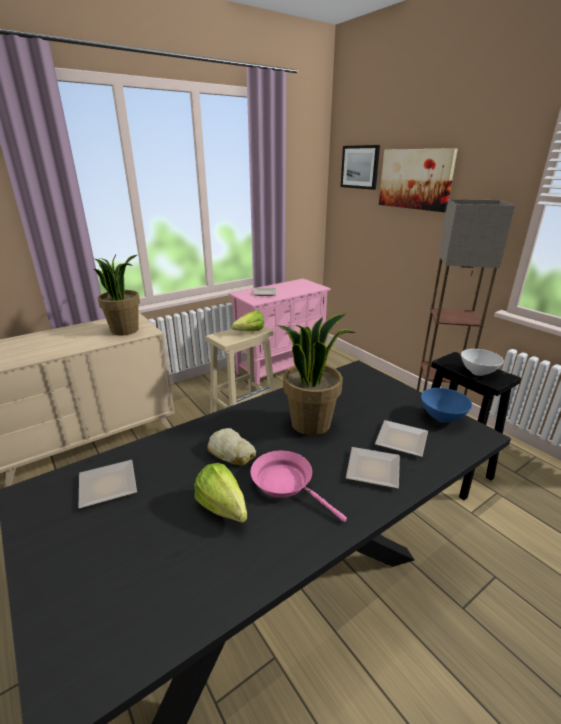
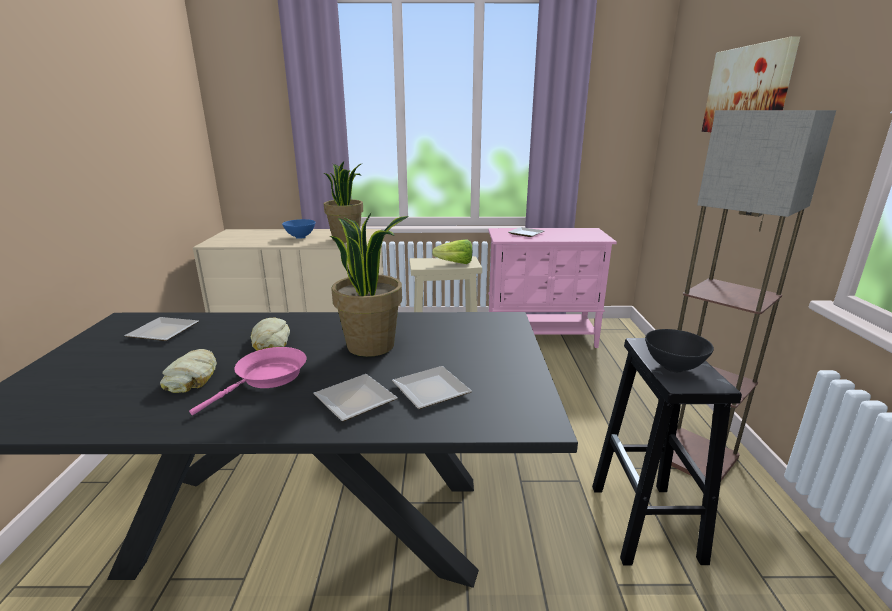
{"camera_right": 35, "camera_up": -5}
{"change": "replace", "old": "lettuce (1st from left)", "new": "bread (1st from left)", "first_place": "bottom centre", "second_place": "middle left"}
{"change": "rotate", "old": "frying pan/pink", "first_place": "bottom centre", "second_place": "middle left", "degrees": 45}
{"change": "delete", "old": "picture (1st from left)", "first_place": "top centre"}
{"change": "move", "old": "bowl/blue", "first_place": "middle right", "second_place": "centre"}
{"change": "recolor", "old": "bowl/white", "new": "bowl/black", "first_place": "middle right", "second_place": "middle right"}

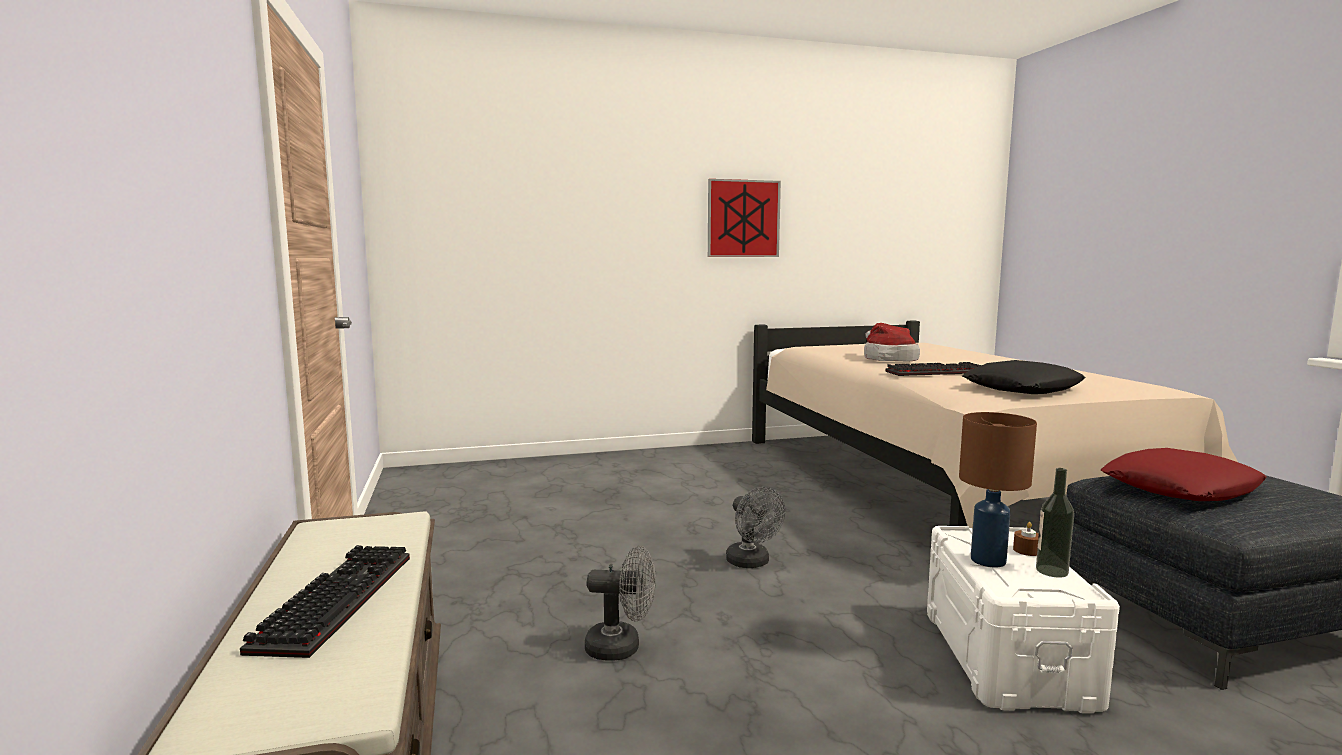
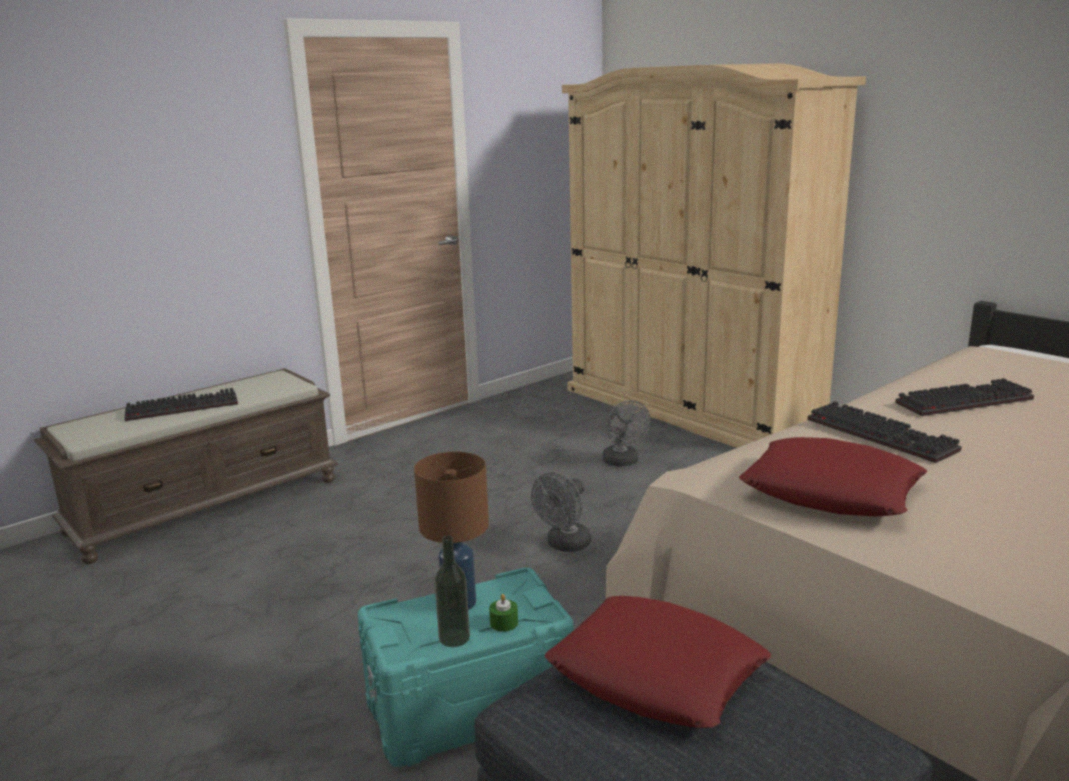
{"camera_right": 65, "camera_up": 10}
{"change": "move", "old": "fan/grey (1st from left in the first image)", "new": "fan/grey (2nd from left)", "first_place": "bottom centre", "second_place": "centre"}
{"change": "delete", "old": "picture", "first_place": "top centre"}
{"change": "replace", "old": "hat", "new": "keyboard (3rd from left)", "first_place": "centre", "second_place": "middle right"}
{"change": "recolor", "old": "storage box/white", "new": "storage box/turquoise", "first_place": "bottom right", "second_place": "bottom centre"}
{"change": "recolor", "old": "pillow/black", "new": "pillow/red (2nd from left)", "first_place": "middle right", "second_place": "middle right"}
{"change": "recolor", "old": "candle/brown", "new": "candle/green", "first_place": "bottom right", "second_place": "bottom centre"}
{"change": "insert", "new": "wardrobe/beige", "second_place": "top right"}

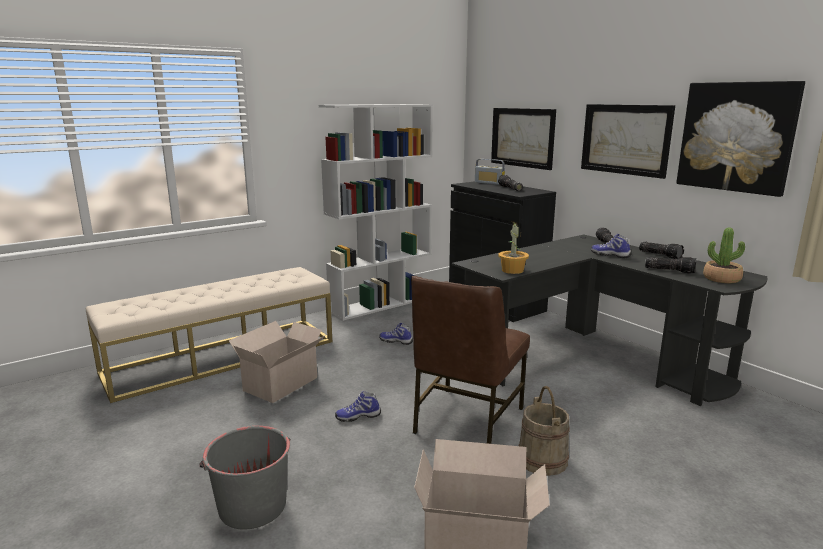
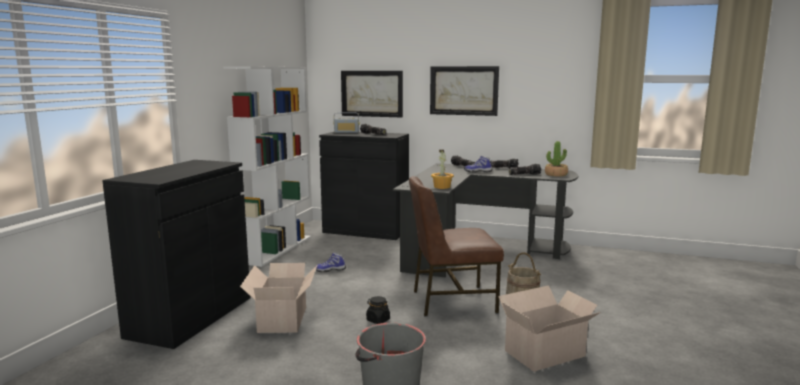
{"camera_right": -35, "camera_up": -5}
{"change": "replace", "old": "bench/beige", "new": "cabinet/black (1st from left)", "first_place": "middle left", "second_place": "middle left"}
{"change": "replace", "old": "shoe (1st from left)", "new": "jar/black", "first_place": "bottom centre", "second_place": "bottom centre"}
{"change": "rotate", "old": "chair/brown", "first_place": "centre", "second_place": "centre", "degrees": 90}
{"change": "delete", "old": "picture (3rd from left)", "first_place": "top right"}

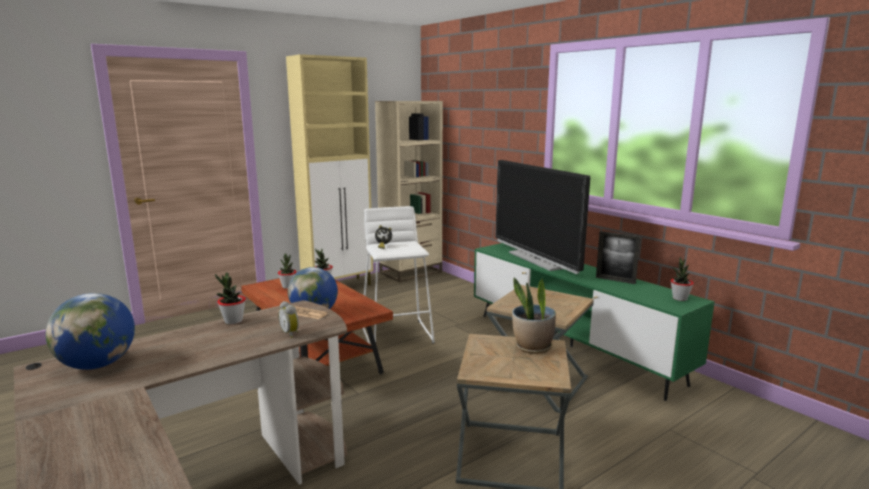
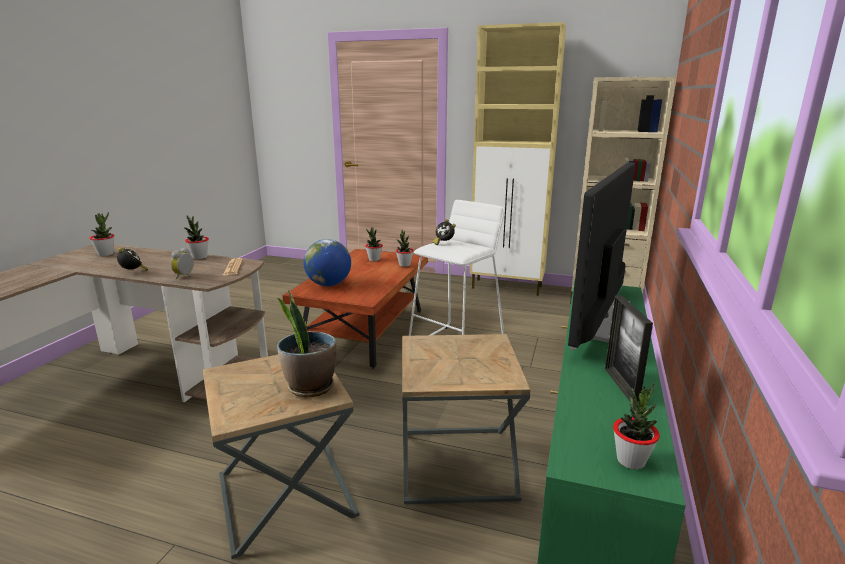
{"camera_right": 55, "camera_up": 5}
{"change": "replace", "old": "globe (1st from left)", "new": "potted plant (1st from left)", "first_place": "bottom left", "second_place": "middle left"}
{"change": "insert", "new": "alarm clock (1st from left)", "second_place": "middle left"}

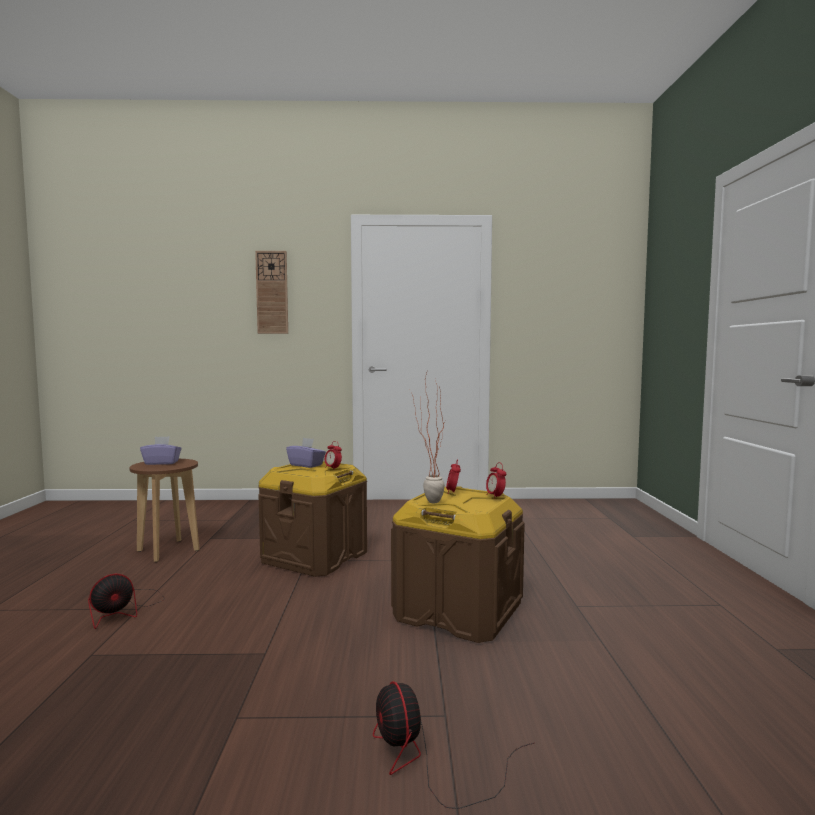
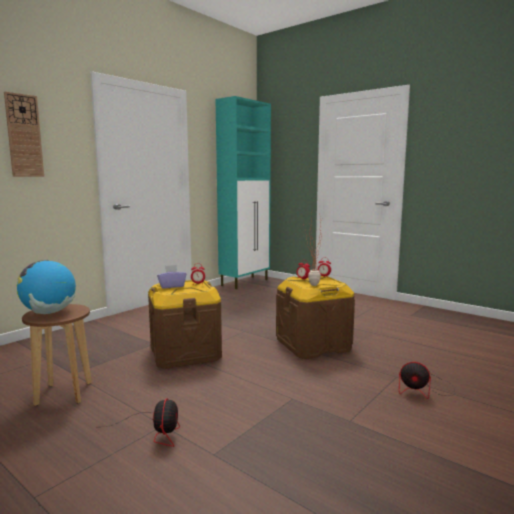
{"camera_right": -50, "camera_up": 5}
{"change": "replace", "old": "tissue box/purple (1st from left)", "new": "globe", "first_place": "middle left", "second_place": "middle left"}
{"change": "insert", "new": "cabinet/turquoise", "second_place": "centre"}

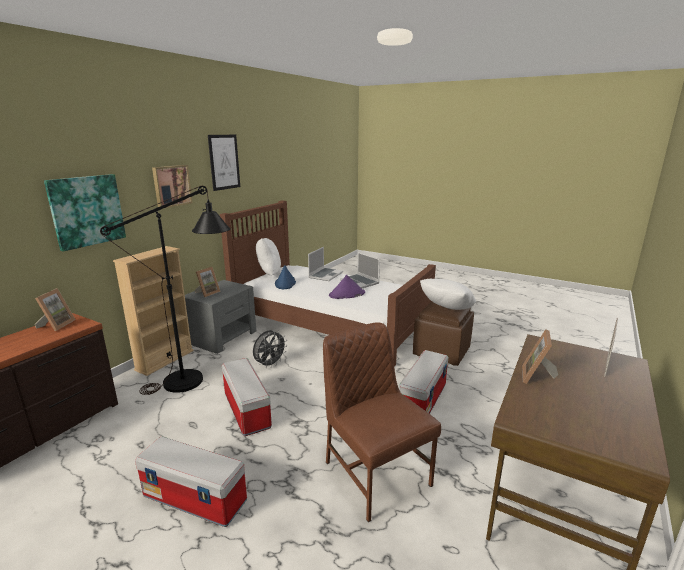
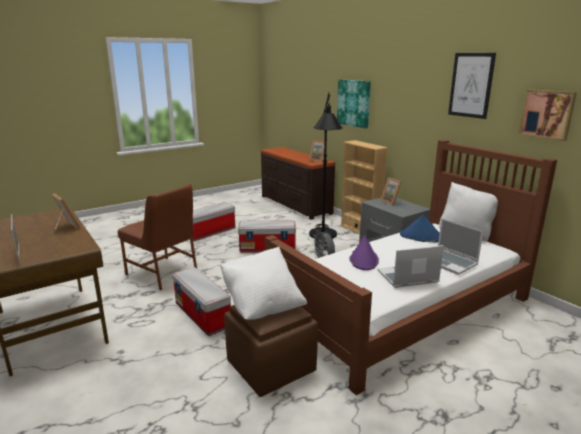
{"camera_right": 115, "camera_up": 0}
{"change": "move", "old": "picture (2nd from left in the first image)", "new": "picture (3rd from left)", "first_place": "top left", "second_place": "top right"}
{"change": "rotate", "old": "chair/brown", "first_place": "bottom centre", "second_place": "middle left", "degrees": 45}

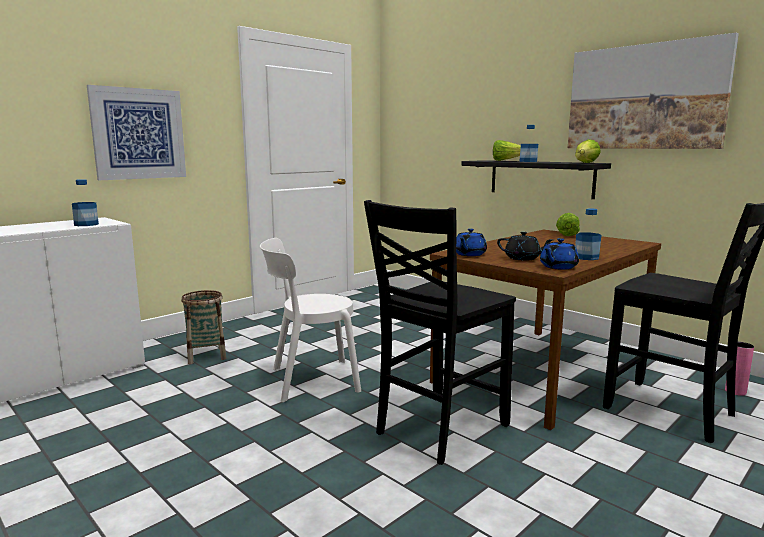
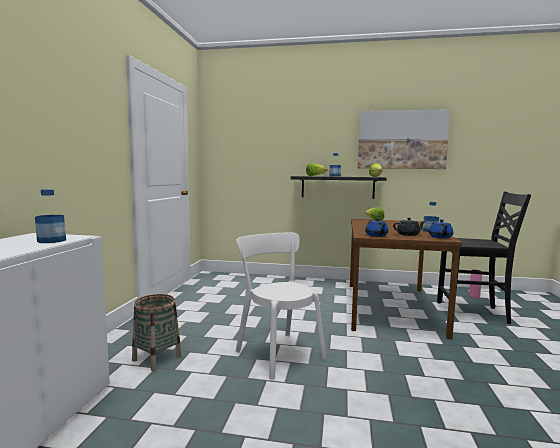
{"camera_right": -35, "camera_up": -5}
{"change": "delete", "old": "picture (1st from left)", "first_place": "top left"}
{"change": "rotate", "old": "chair/white", "first_place": "centre", "second_place": "bottom centre", "degrees": 105}
{"change": "delete", "old": "chair/black (1st from left)", "first_place": "centre"}

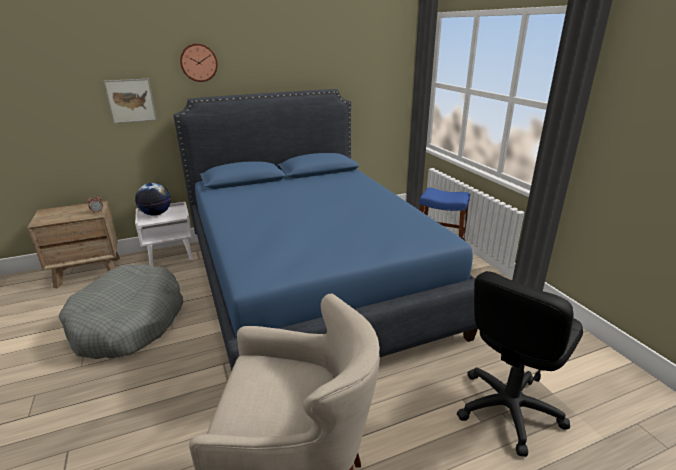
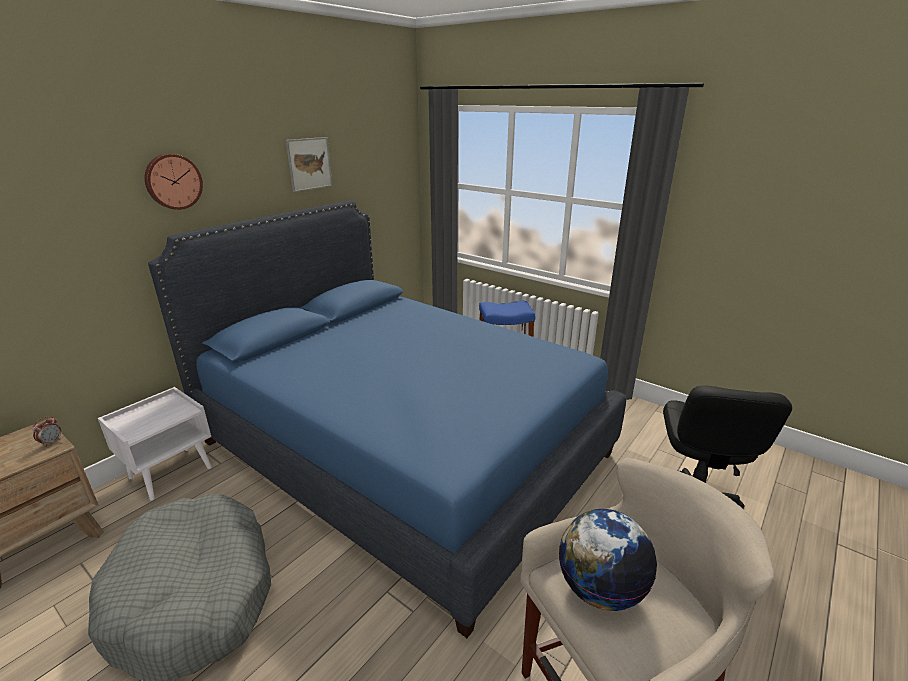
{"camera_right": -30, "camera_up": 0}
{"change": "move", "old": "picture", "first_place": "top left", "second_place": "top centre"}
{"change": "move", "old": "globe", "first_place": "middle left", "second_place": "bottom right"}

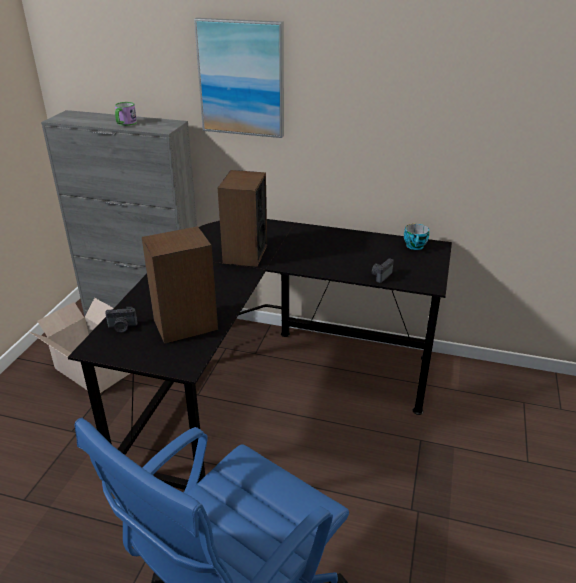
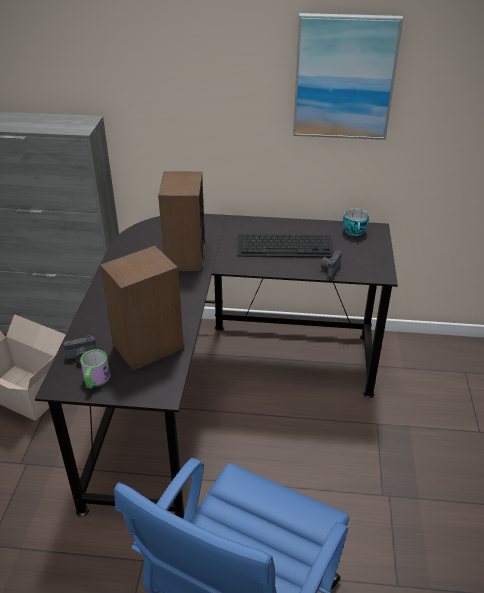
{"camera_right": -10, "camera_up": 5}
{"change": "move", "old": "mug", "first_place": "top left", "second_place": "middle left"}
{"change": "move", "old": "picture", "first_place": "top centre", "second_place": "top right"}
{"change": "insert", "new": "keyboard", "second_place": "centre"}

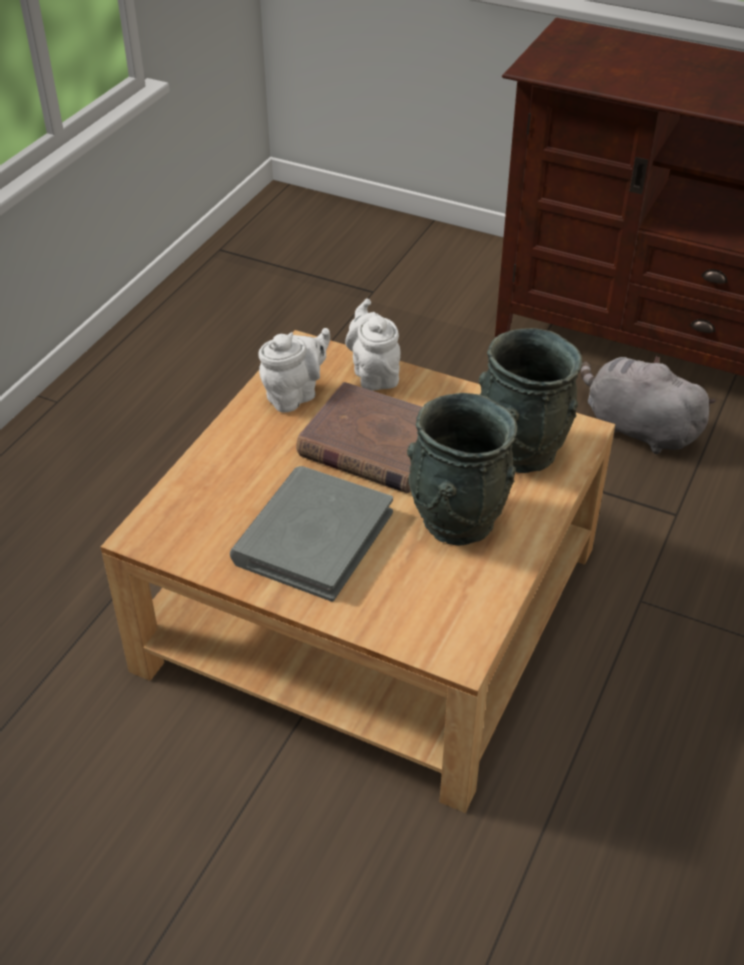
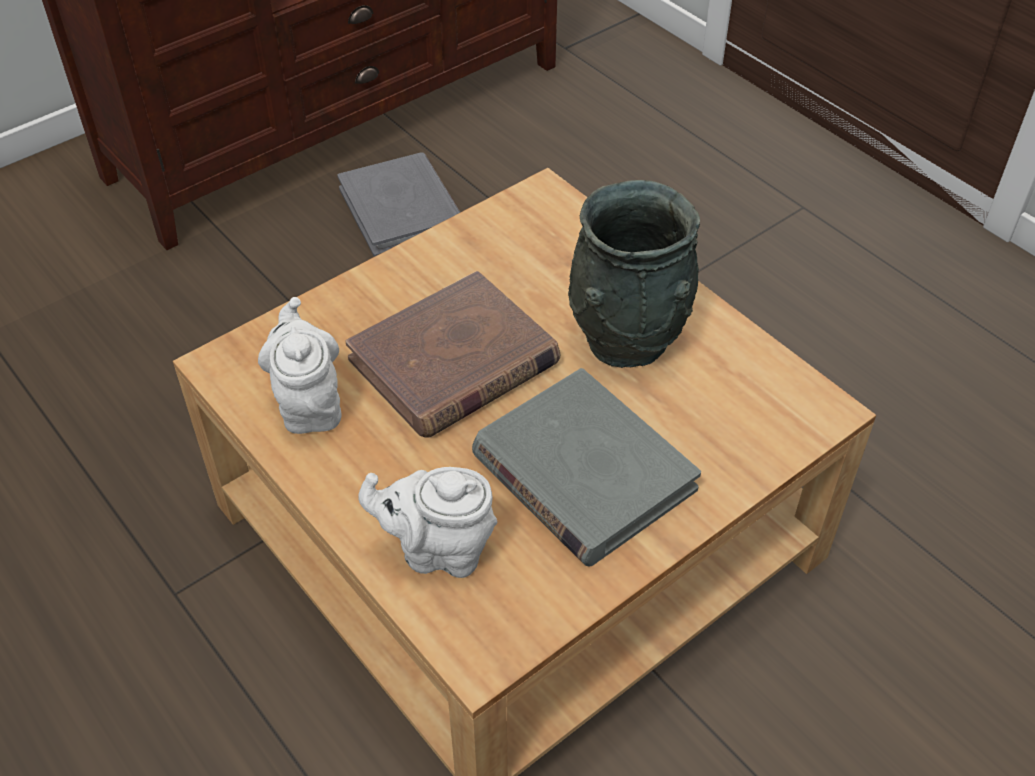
{"camera_right": -65, "camera_up": 5}
{"change": "move", "old": "teapot/white (2nd from left)", "first_place": "centre", "second_place": "bottom centre"}
{"change": "delete", "old": "vase/grey (2nd from left)", "first_place": "middle right"}
{"change": "replace", "old": "plush toy/grey", "new": "book/grey (1st from left)", "first_place": "middle right", "second_place": "top centre"}

